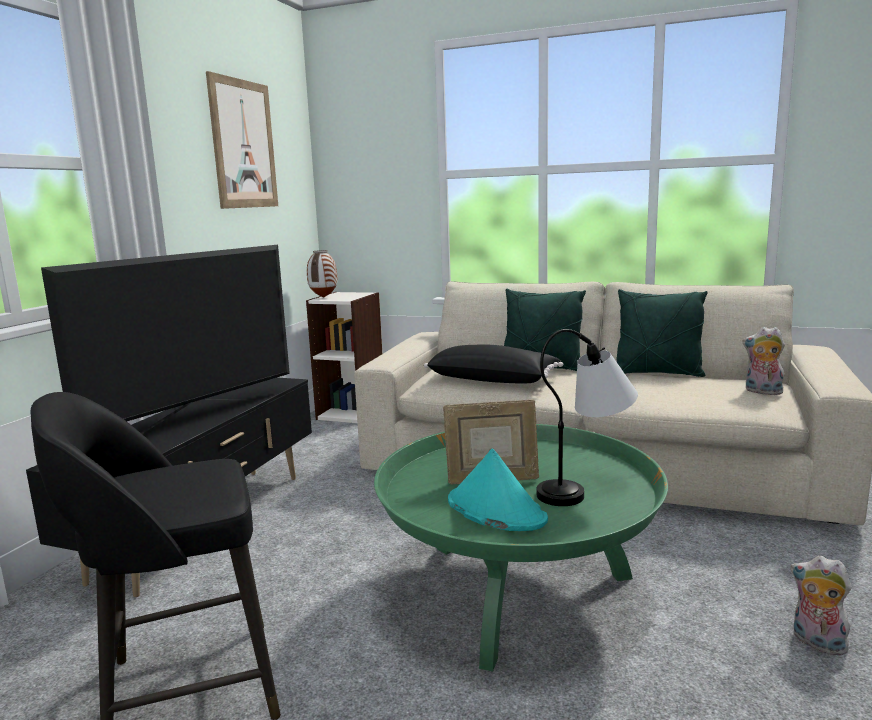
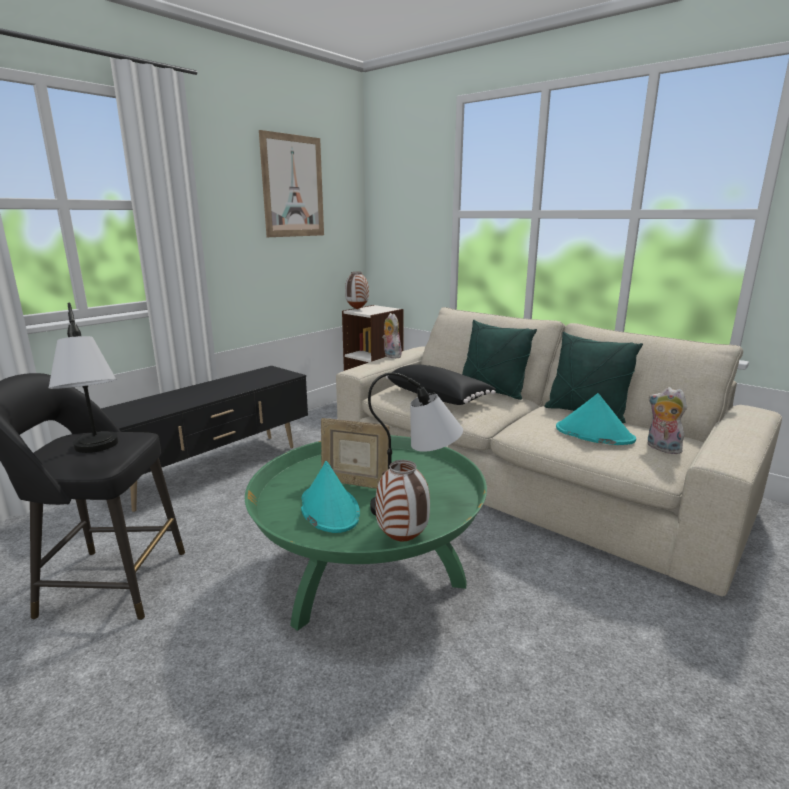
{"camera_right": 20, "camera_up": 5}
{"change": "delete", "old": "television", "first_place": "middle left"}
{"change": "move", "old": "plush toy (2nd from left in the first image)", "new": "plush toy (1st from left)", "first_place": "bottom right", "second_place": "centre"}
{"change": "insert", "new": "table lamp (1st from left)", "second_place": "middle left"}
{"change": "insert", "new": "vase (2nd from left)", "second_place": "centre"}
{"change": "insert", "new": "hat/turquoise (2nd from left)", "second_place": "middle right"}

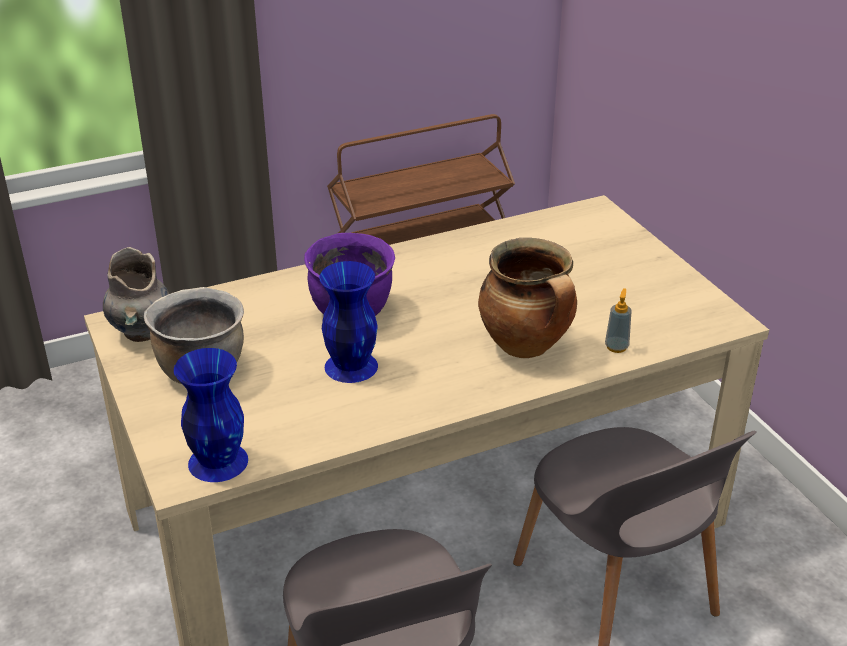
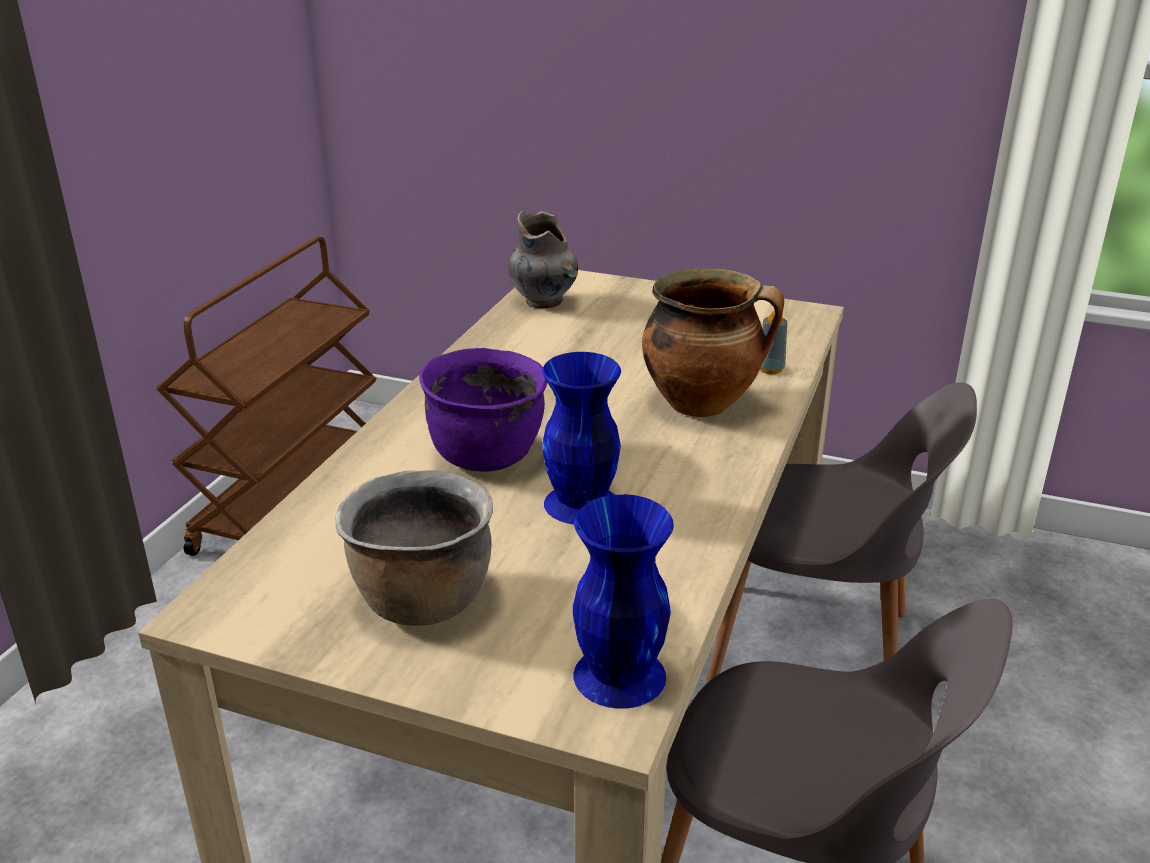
{"camera_right": -45, "camera_up": -5}
{"change": "move", "old": "vase/grey", "first_place": "middle left", "second_place": "top centre"}

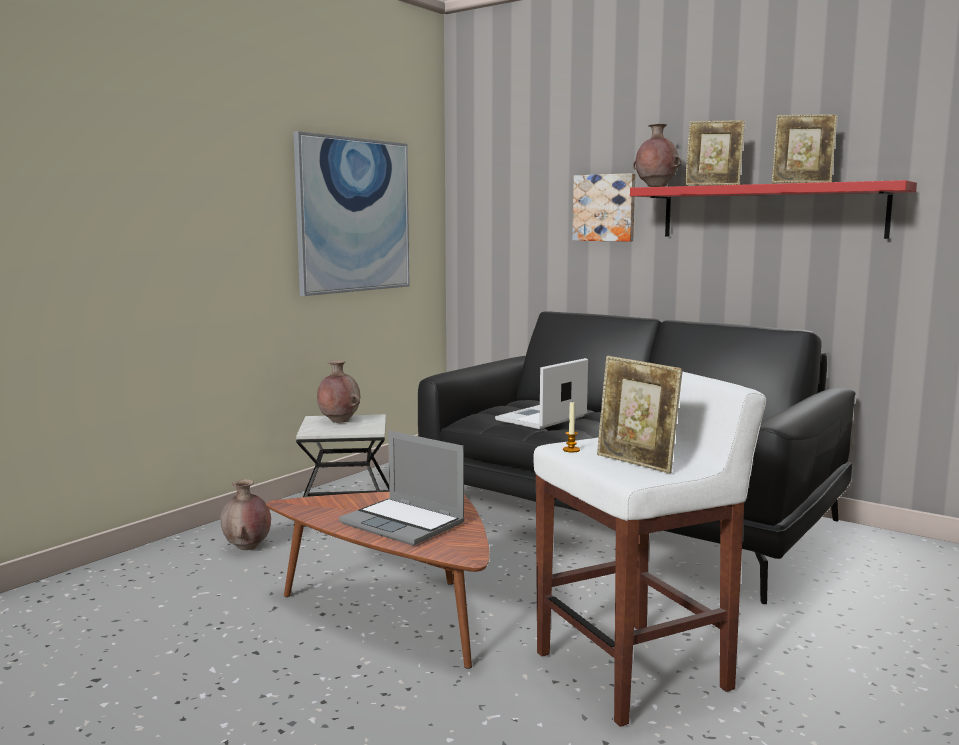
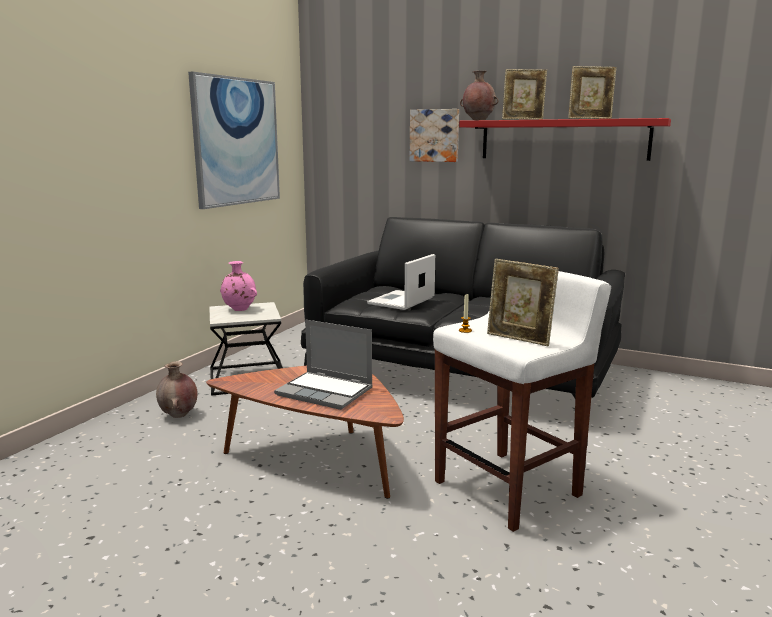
{"camera_right": -10, "camera_up": 5}
{"change": "recolor", "old": "vase/brown (2nd from left)", "new": "vase/pink", "first_place": "centre", "second_place": "middle left"}

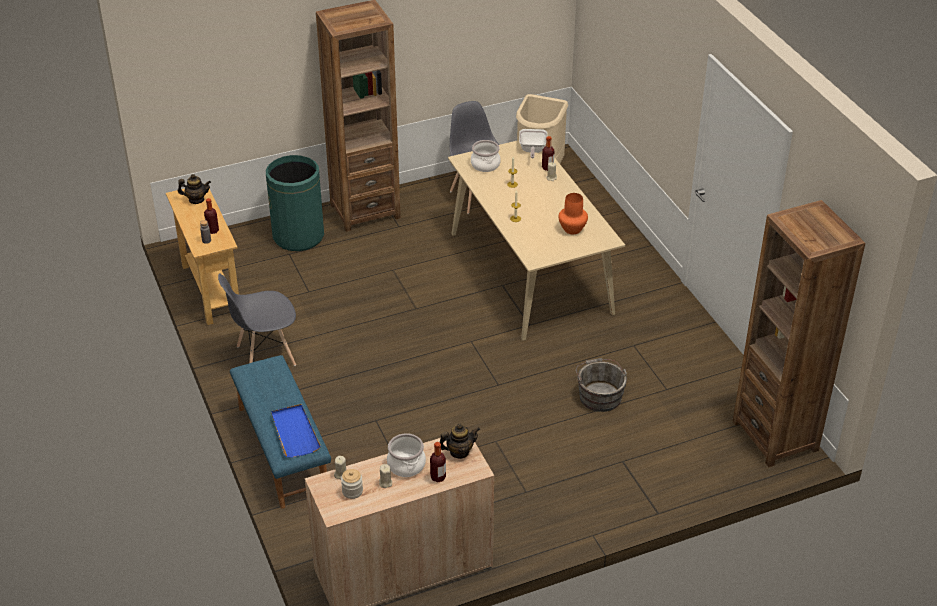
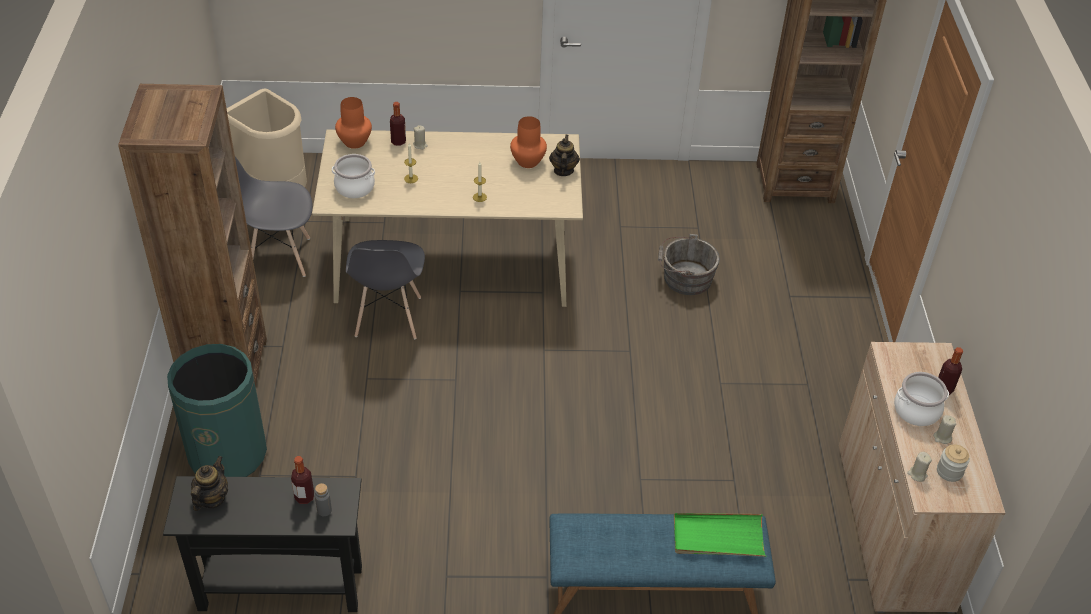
{"camera_right": -70, "camera_up": 5}
{"change": "recolor", "old": "console table/beige", "new": "console table/black", "first_place": "middle left", "second_place": "bottom left"}
{"change": "move", "old": "chair/grey (1st from left in the first image)", "new": "chair/grey (2nd from left)", "first_place": "middle left", "second_place": "centre"}
{"change": "recolor", "old": "tray/blue", "new": "tray/green", "first_place": "bottom left", "second_place": "bottom centre"}
{"change": "move", "old": "teapot (2nd from left)", "first_place": "bottom centre", "second_place": "top centre"}
{"change": "replace", "old": "frying pan", "new": "vase/orange (1st from left)", "first_place": "top centre", "second_place": "top left"}

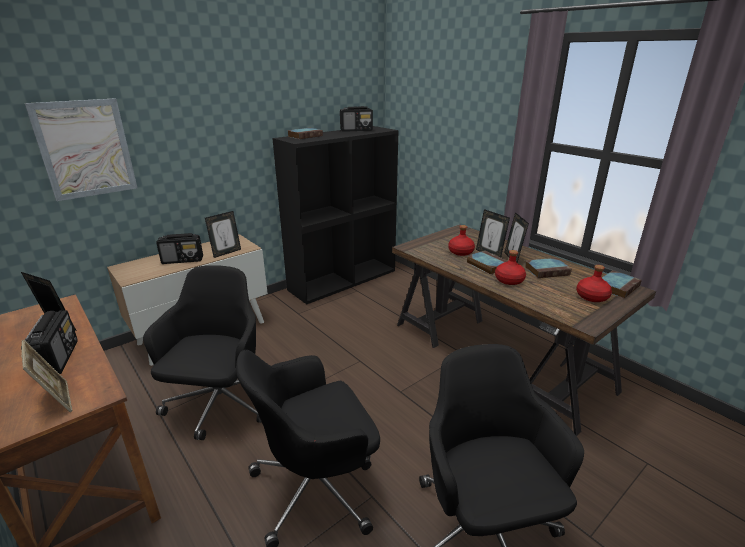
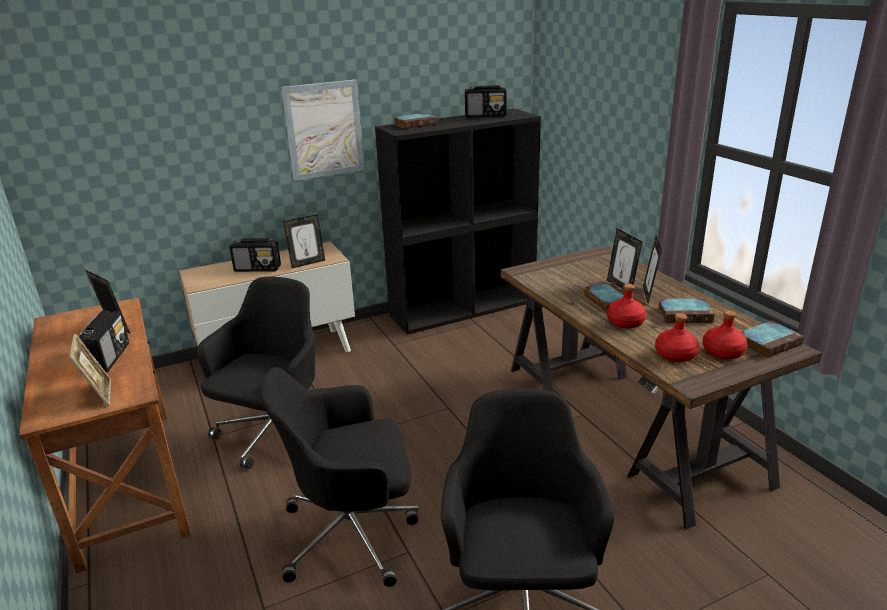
{"camera_right": 15, "camera_up": 0}
{"change": "move", "old": "picture", "first_place": "top left", "second_place": "top centre"}
{"change": "move", "old": "bottle/red (1st from left in the first image)", "new": "bottle/red (2nd from left)", "first_place": "centre", "second_place": "middle right"}

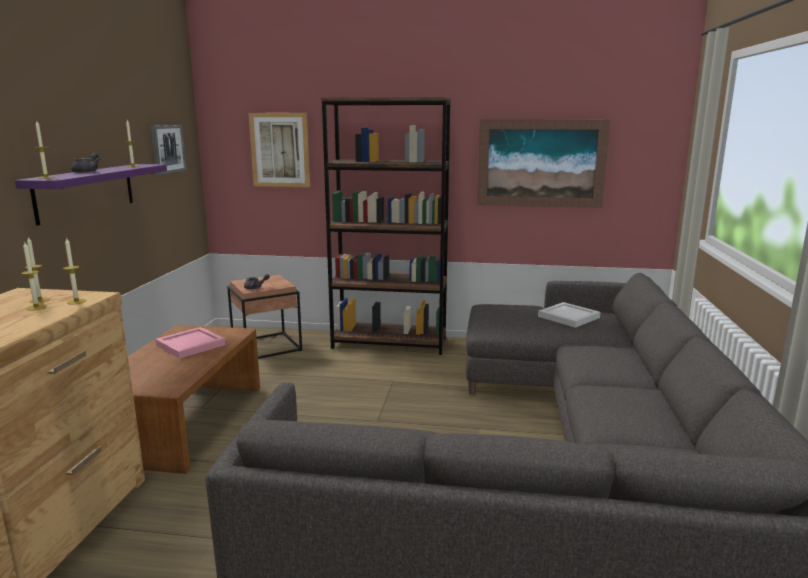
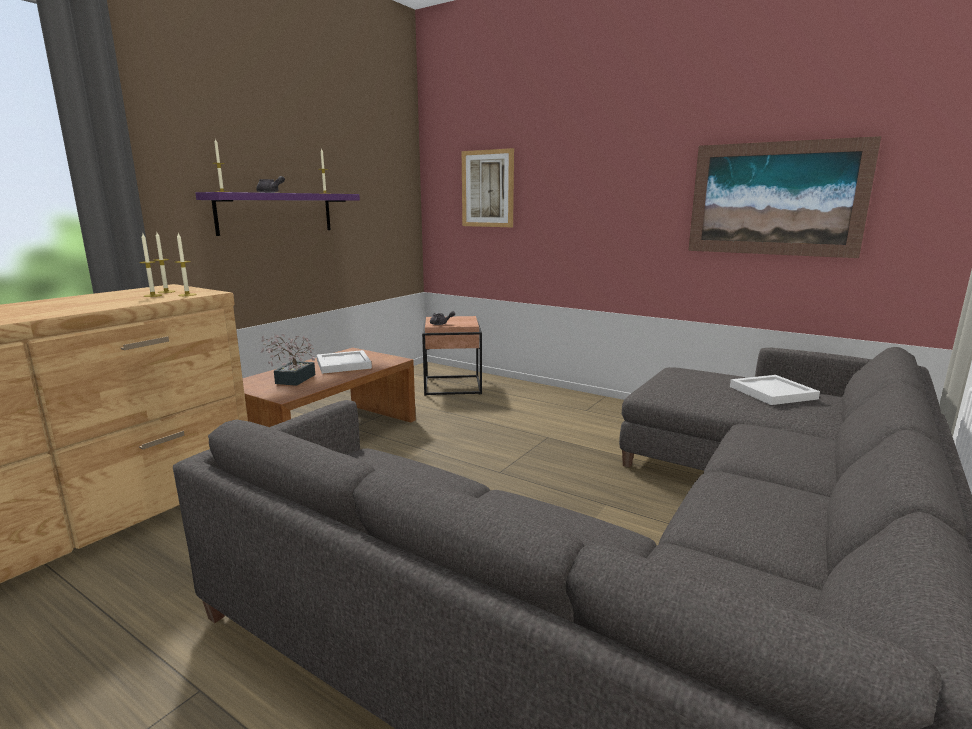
{"camera_right": 25, "camera_up": 0}
{"change": "delete", "old": "picture (1st from left)", "first_place": "top left"}
{"change": "recolor", "old": "tray/pink", "new": "tray/white (1st from left)", "first_place": "middle left", "second_place": "centre"}
{"change": "delete", "old": "bookcase/brown", "first_place": "centre"}
{"change": "insert", "new": "potted plant", "second_place": "middle left"}

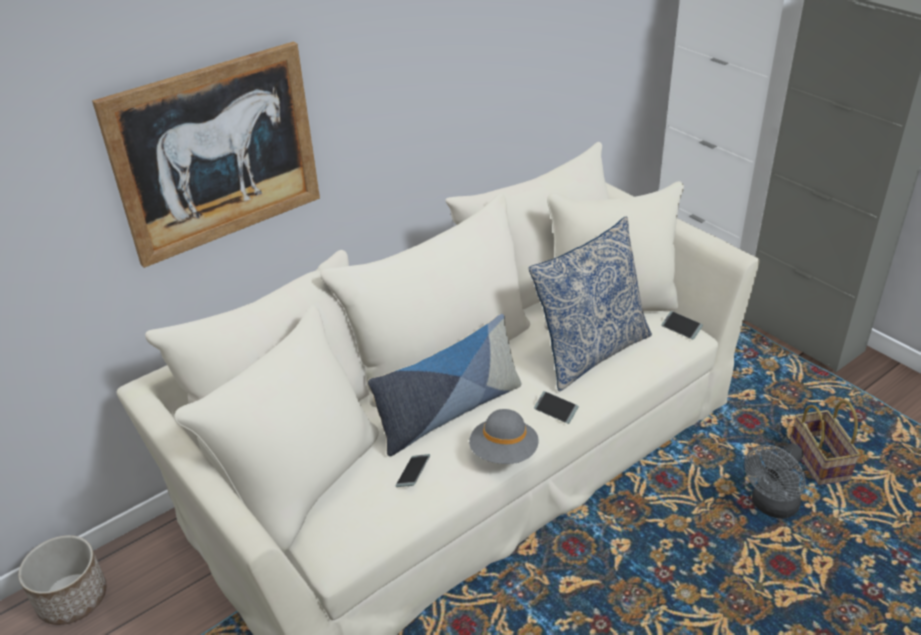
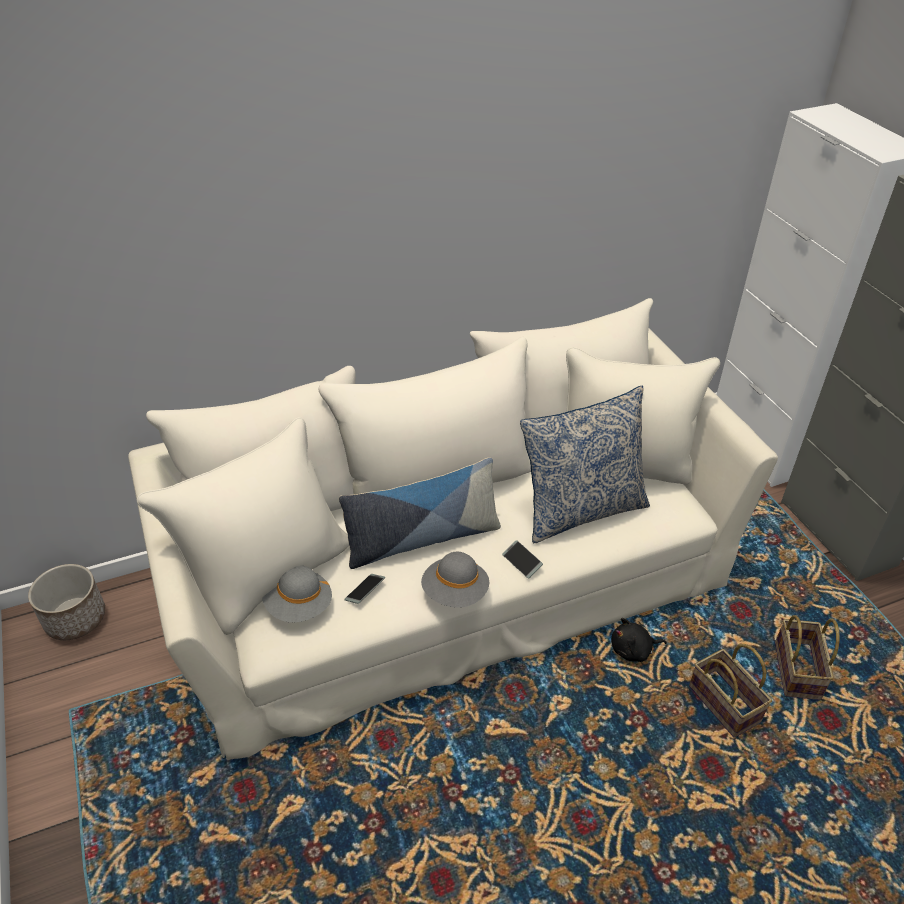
{"camera_right": 15, "camera_up": 5}
{"change": "delete", "old": "picture", "first_place": "top left"}
{"change": "delete", "old": "phone (3rd from left)", "first_place": "middle right"}
{"change": "replace", "old": "fan/grey", "new": "basket (1st from left)", "first_place": "bottom right", "second_place": "bottom right"}
{"change": "insert", "new": "hat/grey (1st from left)", "second_place": "middle left"}
{"change": "insert", "new": "plush toy/black", "second_place": "bottom right"}

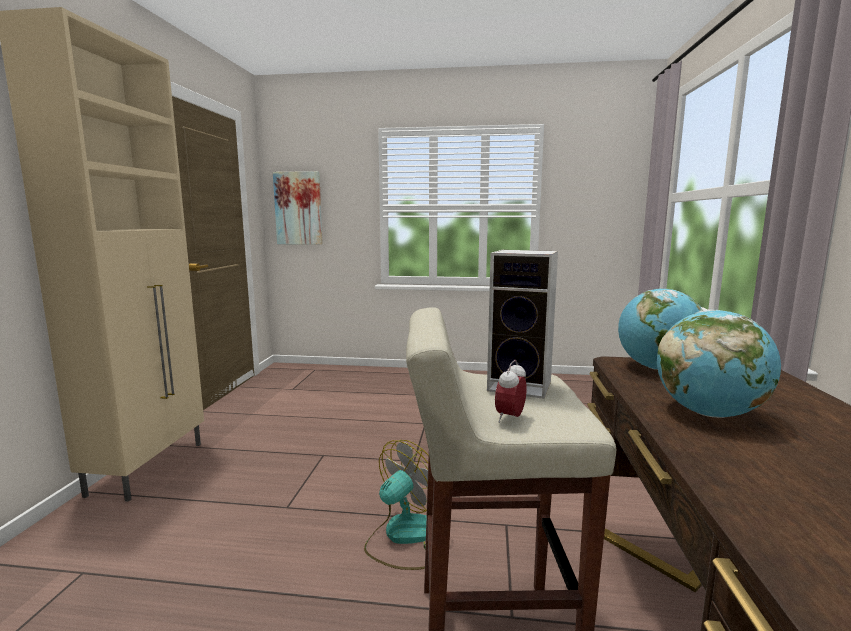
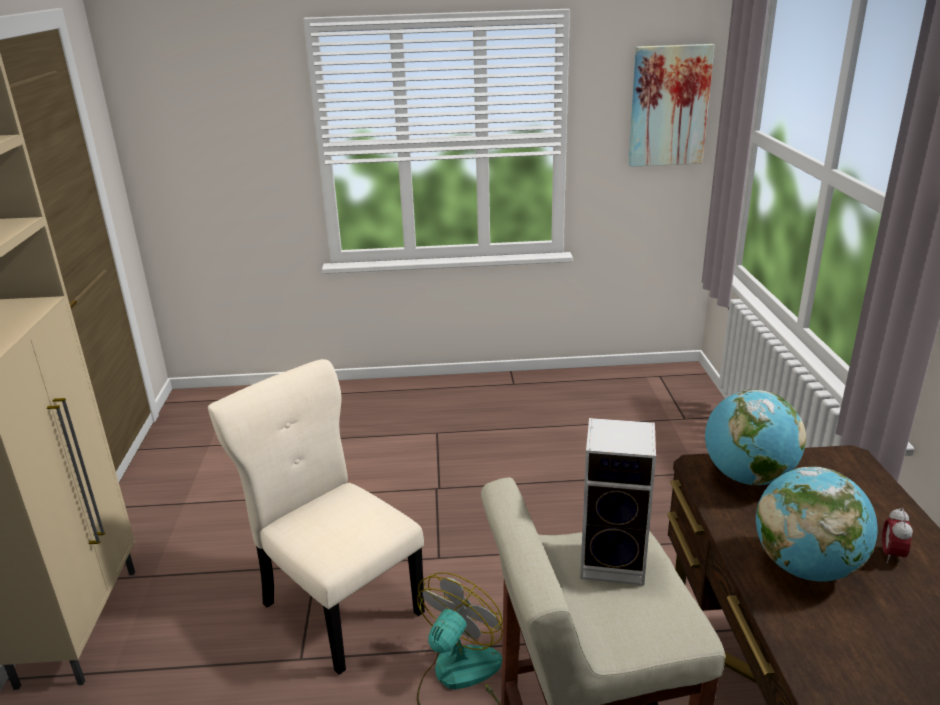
{"camera_right": -10, "camera_up": 15}
{"change": "move", "old": "picture", "first_place": "top centre", "second_place": "top right"}
{"change": "move", "old": "alarm clock", "first_place": "centre", "second_place": "bottom right"}
{"change": "insert", "new": "chair/beige", "second_place": "bottom centre"}

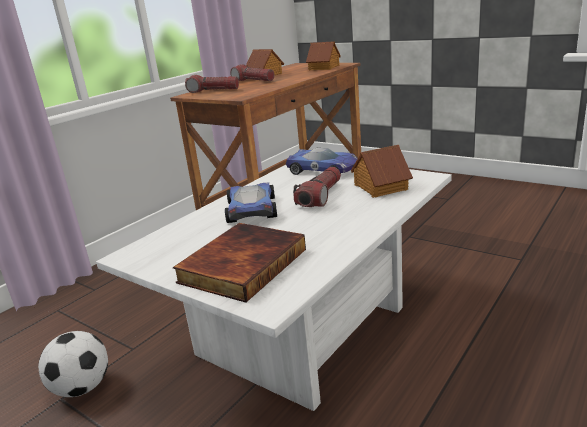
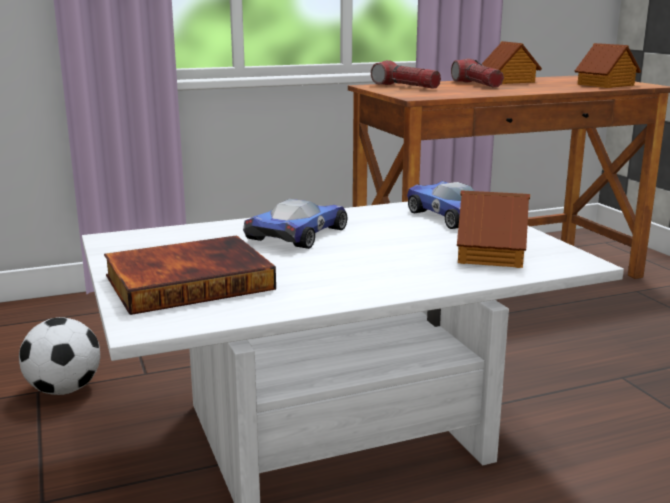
{"camera_right": 30, "camera_up": -5}
{"change": "delete", "old": "flashlight (3rd from left)", "first_place": "centre"}

